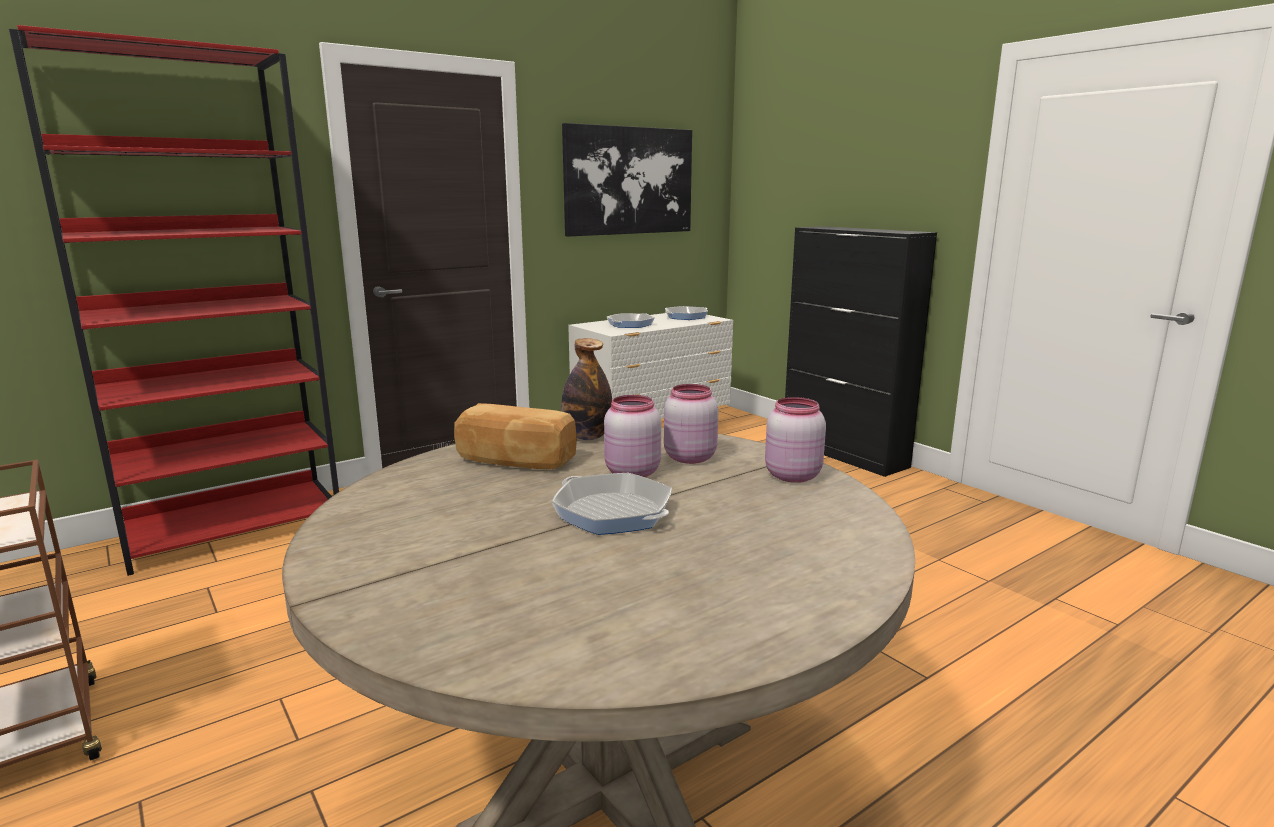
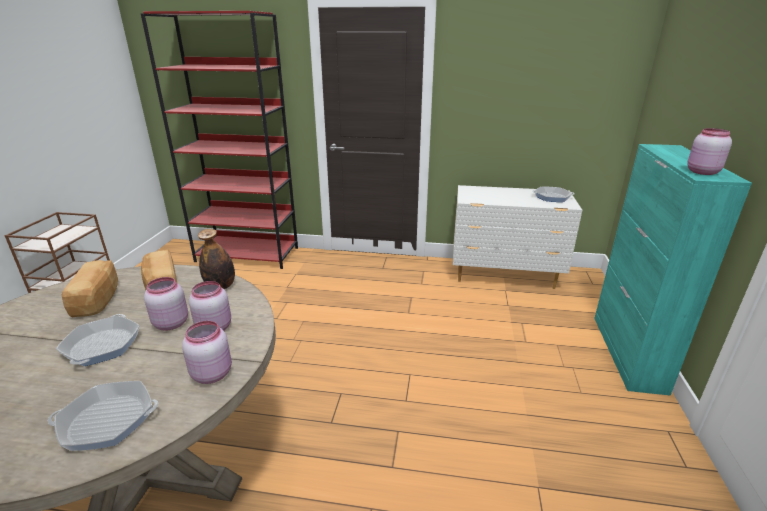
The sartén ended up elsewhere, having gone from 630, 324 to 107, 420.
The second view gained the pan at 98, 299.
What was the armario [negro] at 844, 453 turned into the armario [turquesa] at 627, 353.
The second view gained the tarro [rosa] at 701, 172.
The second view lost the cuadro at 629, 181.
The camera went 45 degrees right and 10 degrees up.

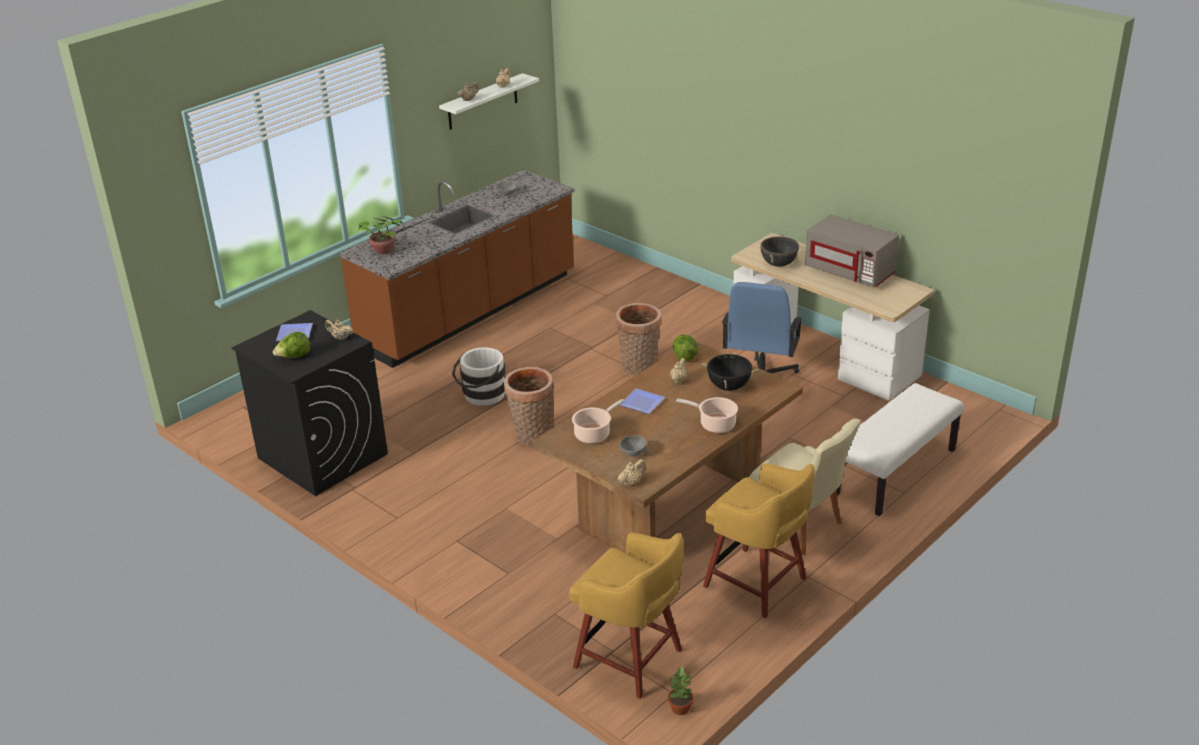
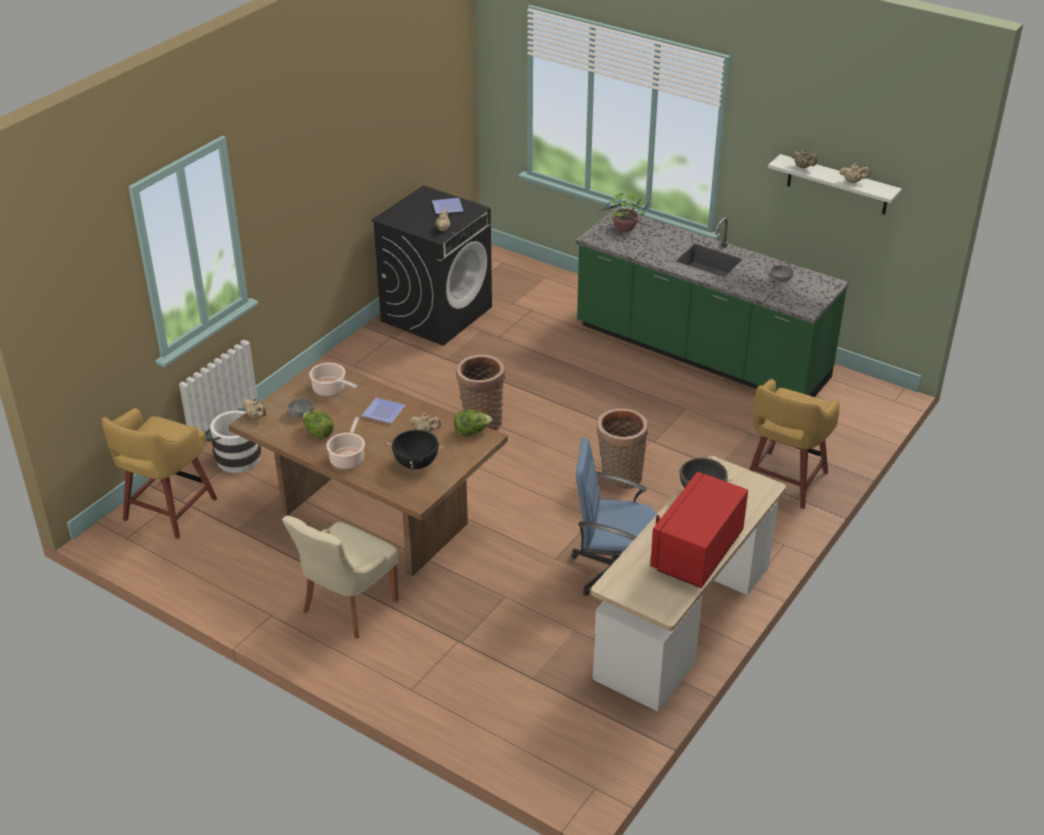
The cubo [blanco] ended up elsewhere, having gone from 481, 396 to 235, 457.
The lechuga ended up elsewhere, having gone from 294, 357 to 318, 433.
What was the mueble bajo de cocina [marrón] at 470, 312 turned into the mueble bajo de cocina [verde] at 700, 354.
What was the microondas [gris] at 850, 272 turned into the microondas [rojo] at 697, 552.
The taburete [amarillo] ended up elsewhere, having gone from 757, 584 to 783, 481.
The second view lost the planta en maceta at 680, 708.
The second view lost the banco [blanco] at 895, 473.
The camera went 80 degrees right and 5 degrees up.

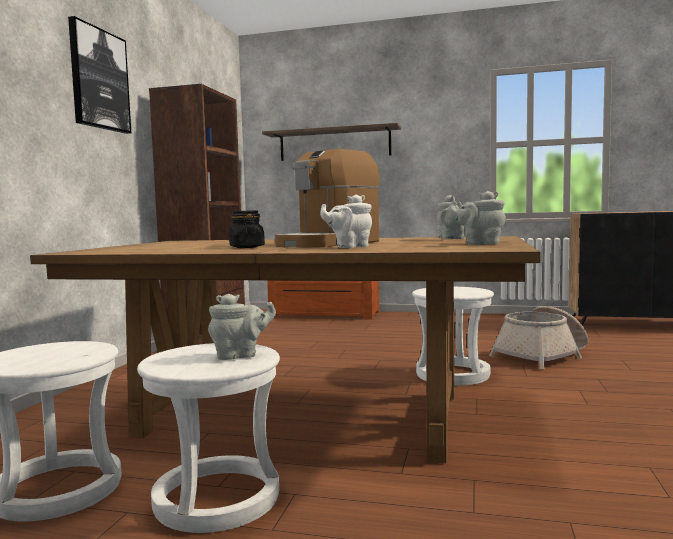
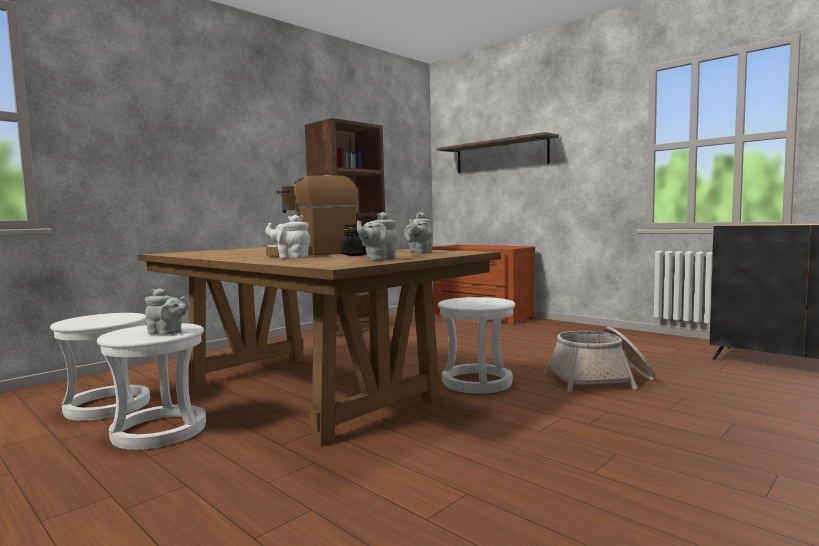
The tarro [negro] ended up elsewhere, having gone from 246, 247 to 356, 255.
The tetera [gris] at 479, 244 ended up facing another way, 90 degrees counterclockwise from before.
The second view lost the cuadro at 99, 79.
The camera went 30 degrees right and 0 degrees up.

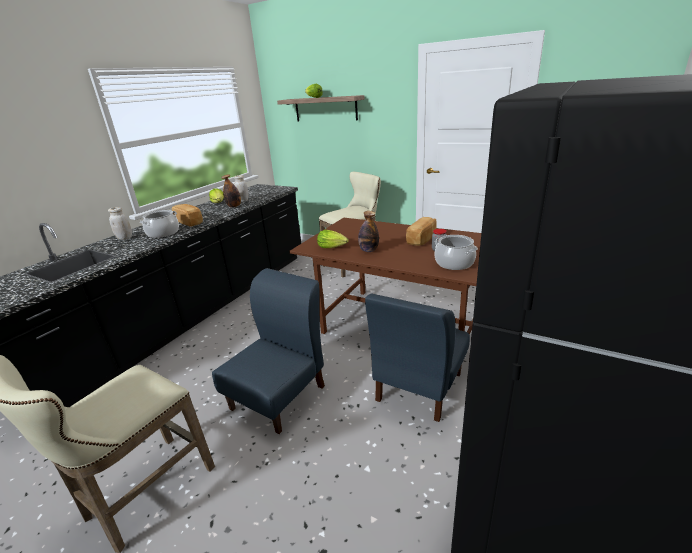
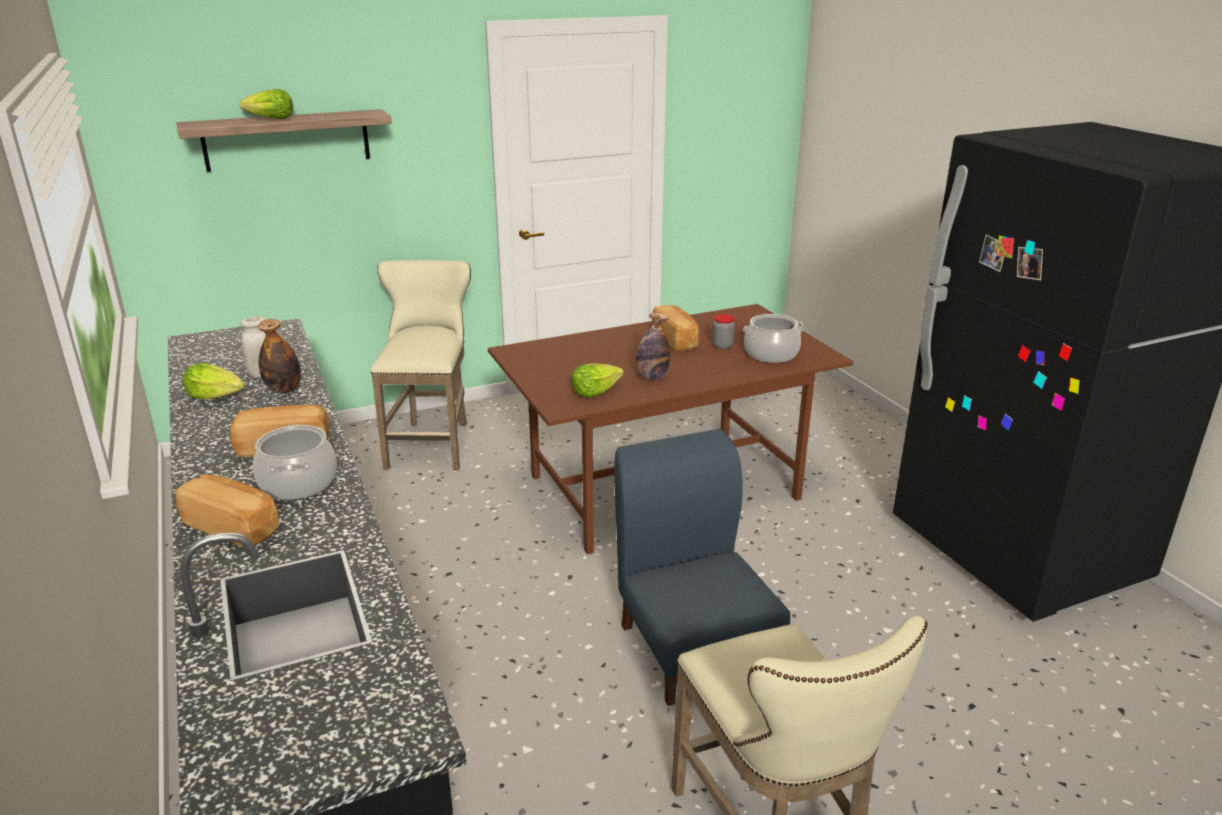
Where the tarro [blanco] stood at 125, 238, the pan came to stand at 233, 527.
The second view lost the silla [azul] at 418, 387.
The camera went 55 degrees left and 0 degrees up.

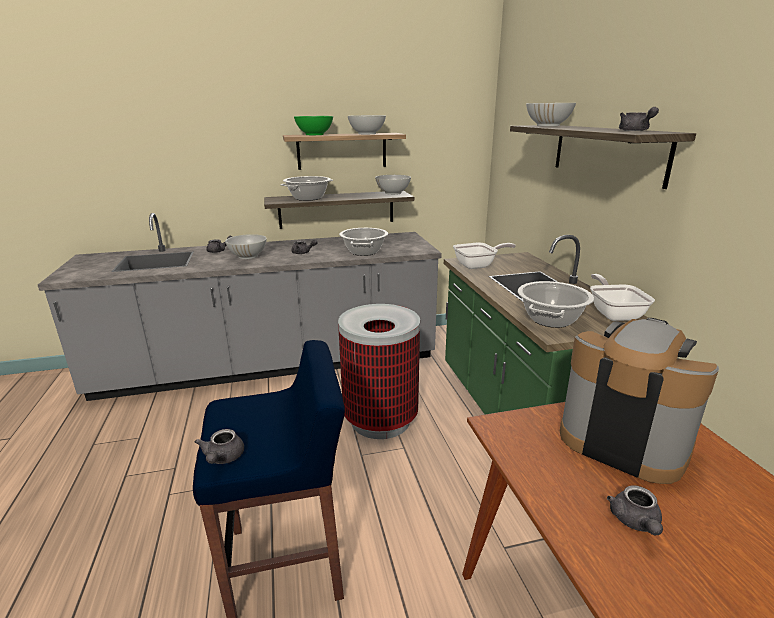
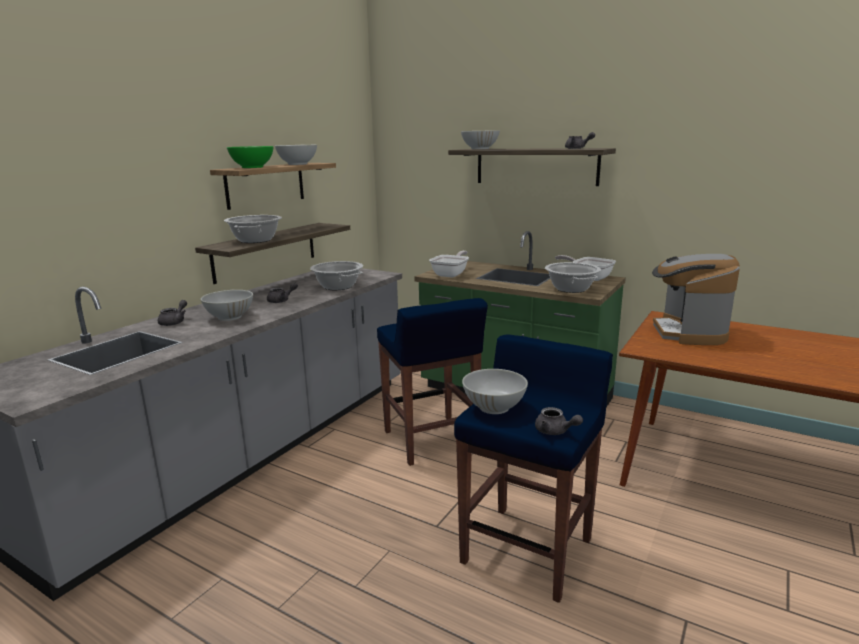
Where the papelera stood at 380, 420, the taburete [azul] came to stand at 431, 441.
The cuenco [blanco] ended up elsewhere, having gone from 393, 193 to 494, 407.
The cafetera at 622, 440 ended up facing another way, 75 degrees counterclockwise from before.
The second view lost the tetera [gris] at 635, 522.
The camera went 45 degrees left and 5 degrees down.

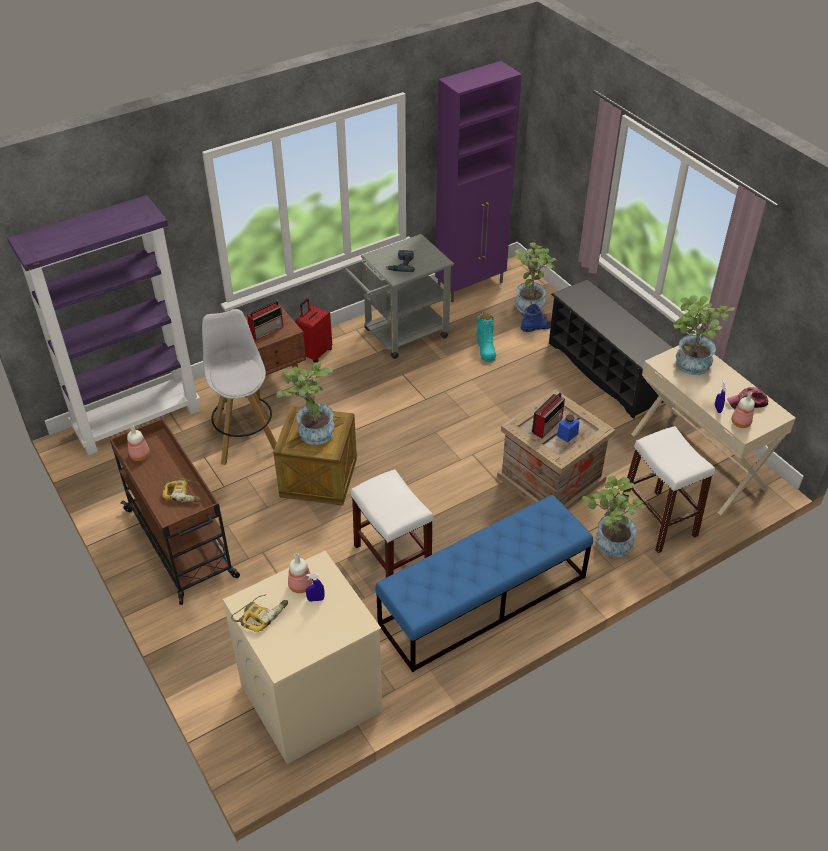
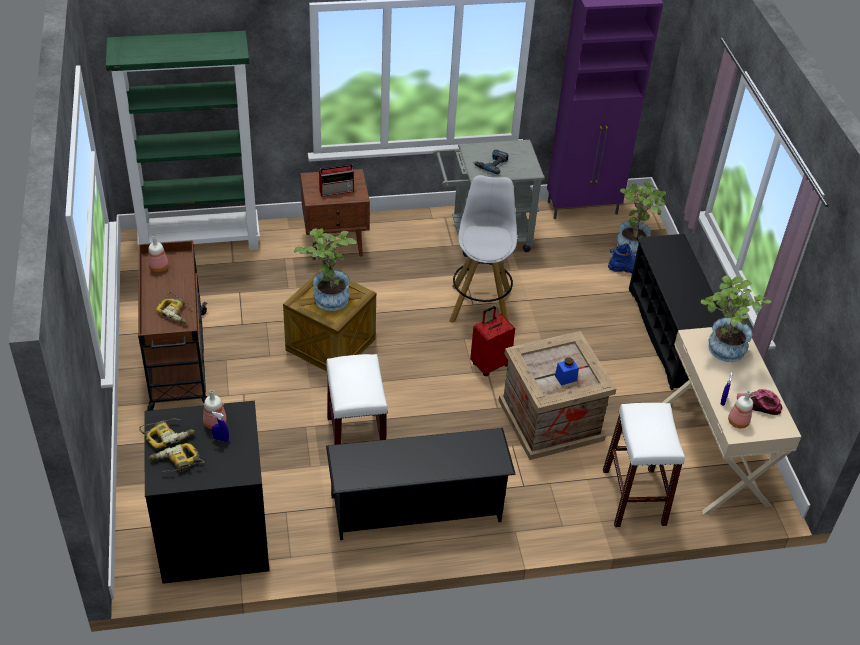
What was the estantería [morado] at 138, 420 turned into the estantería [verde] at 201, 240.
What was the lavadora [beis] at 310, 699 turned into the lavadora [negro] at 213, 536.
The second view gained the taladro at 176, 463.
Where the banco [azul] stood at 483, 600, the zapatero [negro] came to stand at 417, 509.
The taburete [blanco] ended up elsewhere, having gone from 245, 439 to 480, 305.
The maleta [rojo] ended up elsewhere, having gone from 315, 353 to 489, 364.
The second view lost the bota [turquesa] at 485, 348.
The second view lost the radio at 547, 425.
The second view lost the planta en maceta at 608, 544.
The camera went 20 degrees right and 0 degrees up.

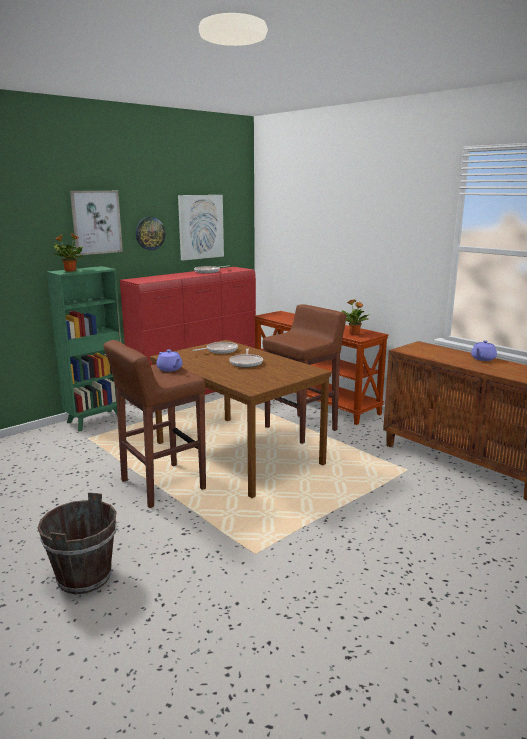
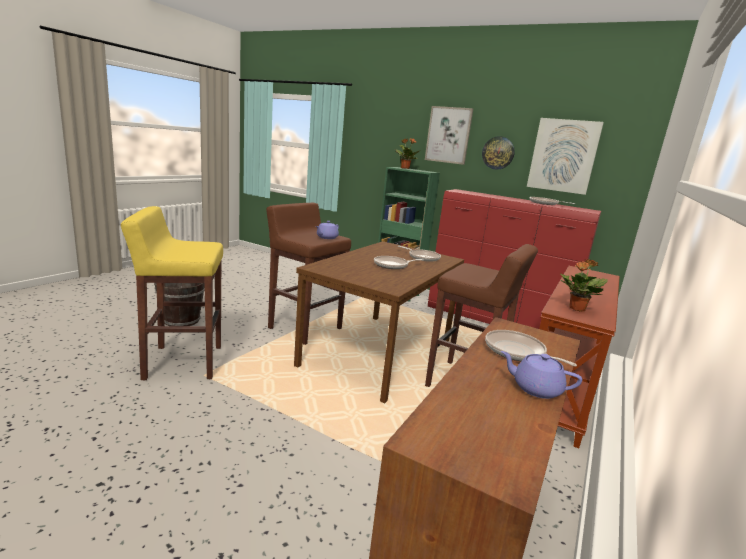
The second view gained the taburete [amarillo] at 182, 362.
The second view gained the sartén at 517, 352.
The camera went 70 degrees right and 0 degrees up.

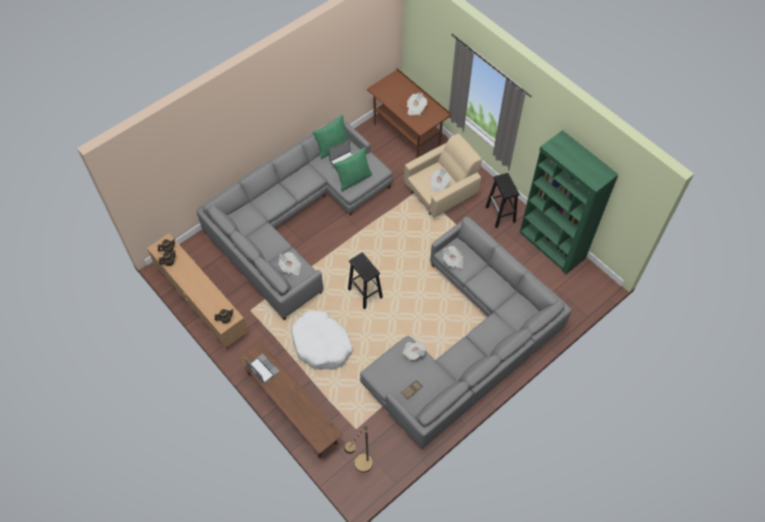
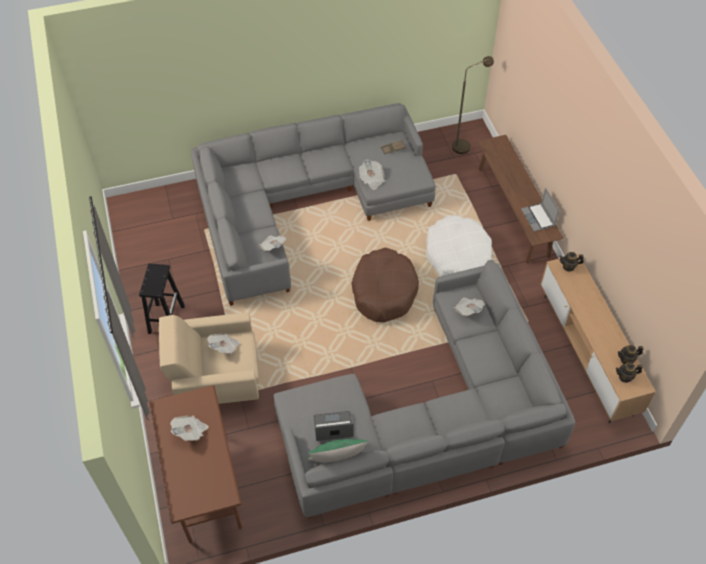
Where the taburete [negro] stood at 364, 293, the cama para perro [marrón] came to stand at 384, 291.
The second view lost the cojín [verde] at 353, 179.
The second view lost the estantería [verde] at 552, 246.
The camera went 155 degrees left and 5 degrees down.

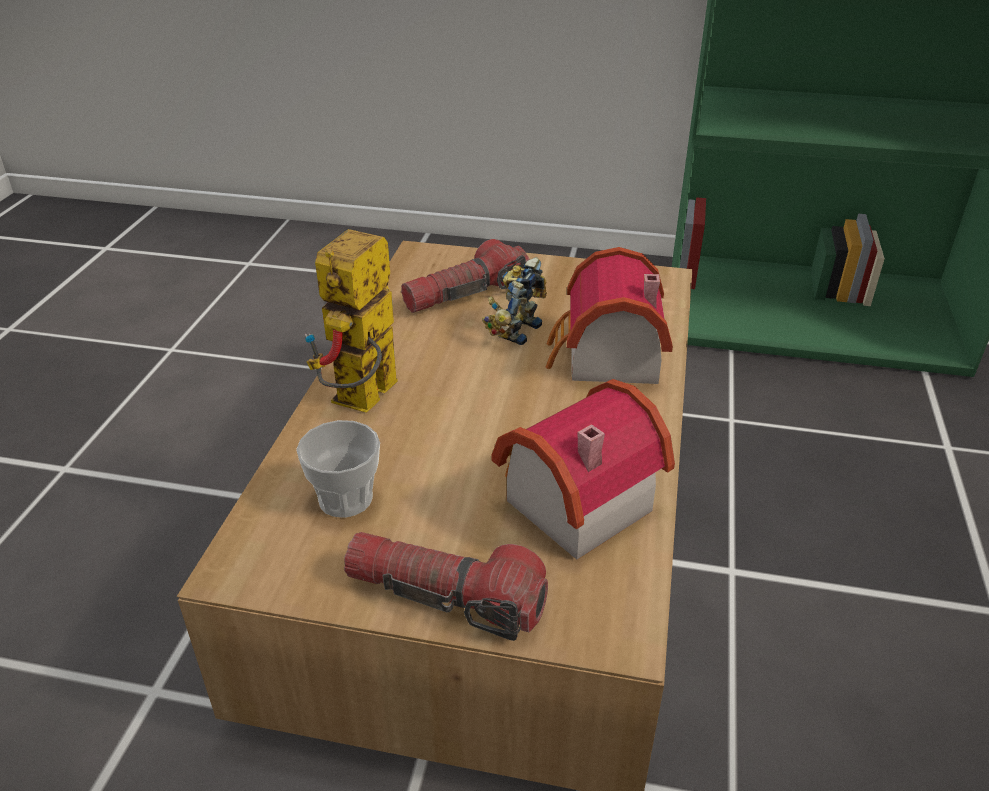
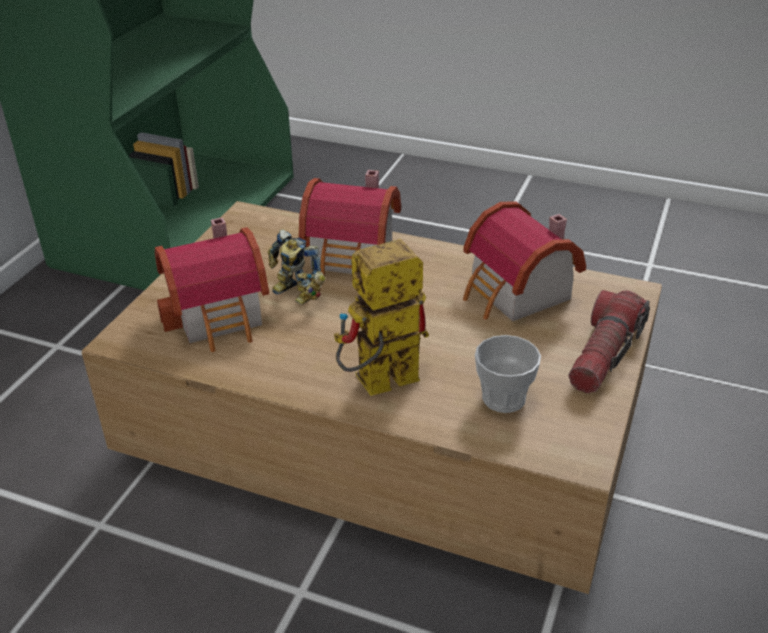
Where the linterna stood at 466, 294, the casita came to stand at 221, 316.
The robot de juguete at 363, 402 ended up facing another way, 120 degrees clockwise from before.
The camera went 80 degrees left and 0 degrees up.

